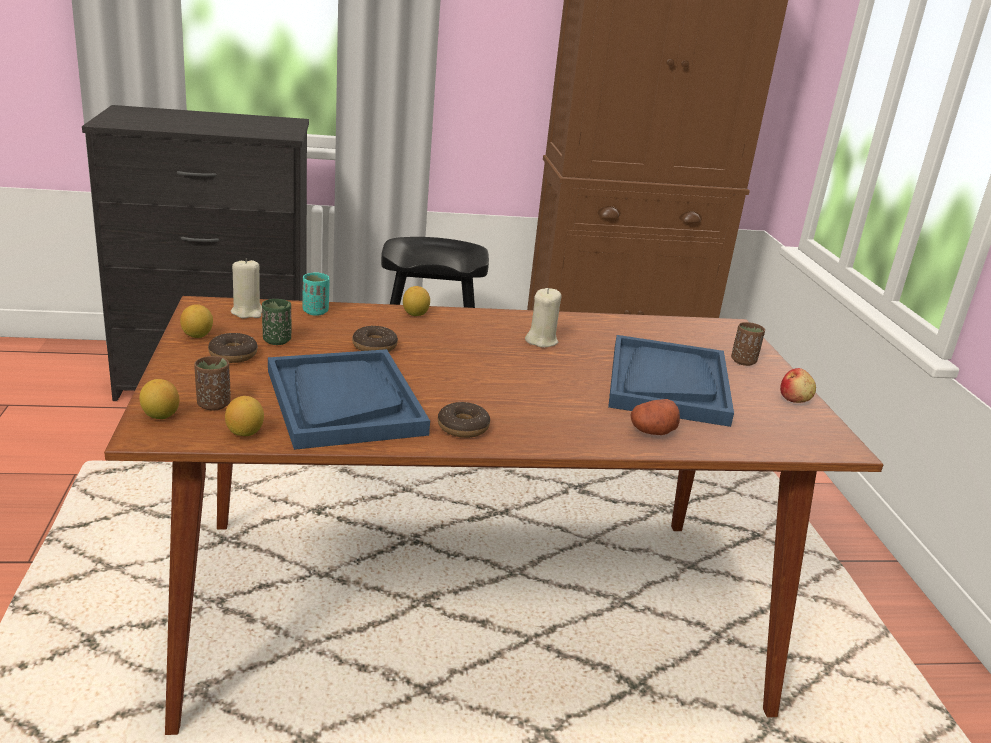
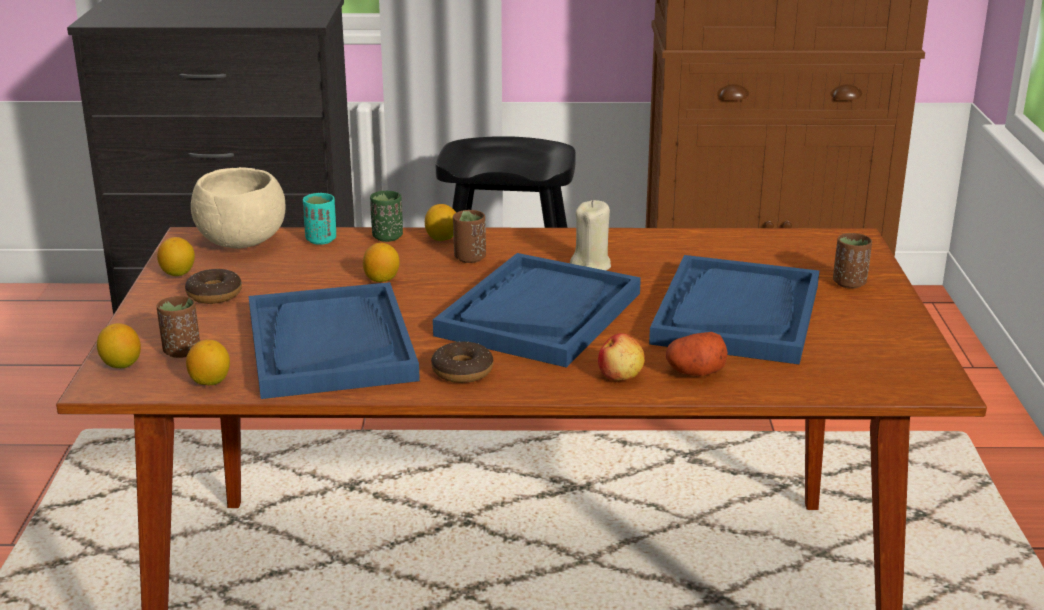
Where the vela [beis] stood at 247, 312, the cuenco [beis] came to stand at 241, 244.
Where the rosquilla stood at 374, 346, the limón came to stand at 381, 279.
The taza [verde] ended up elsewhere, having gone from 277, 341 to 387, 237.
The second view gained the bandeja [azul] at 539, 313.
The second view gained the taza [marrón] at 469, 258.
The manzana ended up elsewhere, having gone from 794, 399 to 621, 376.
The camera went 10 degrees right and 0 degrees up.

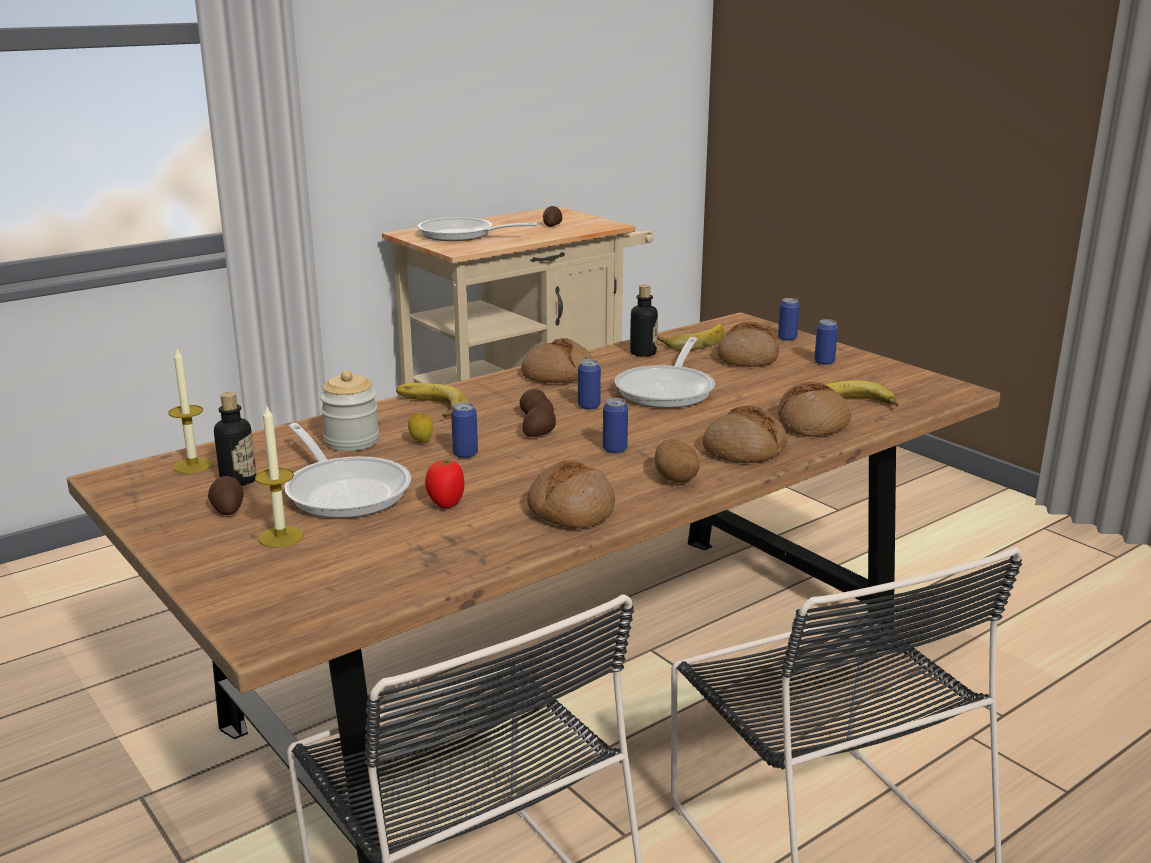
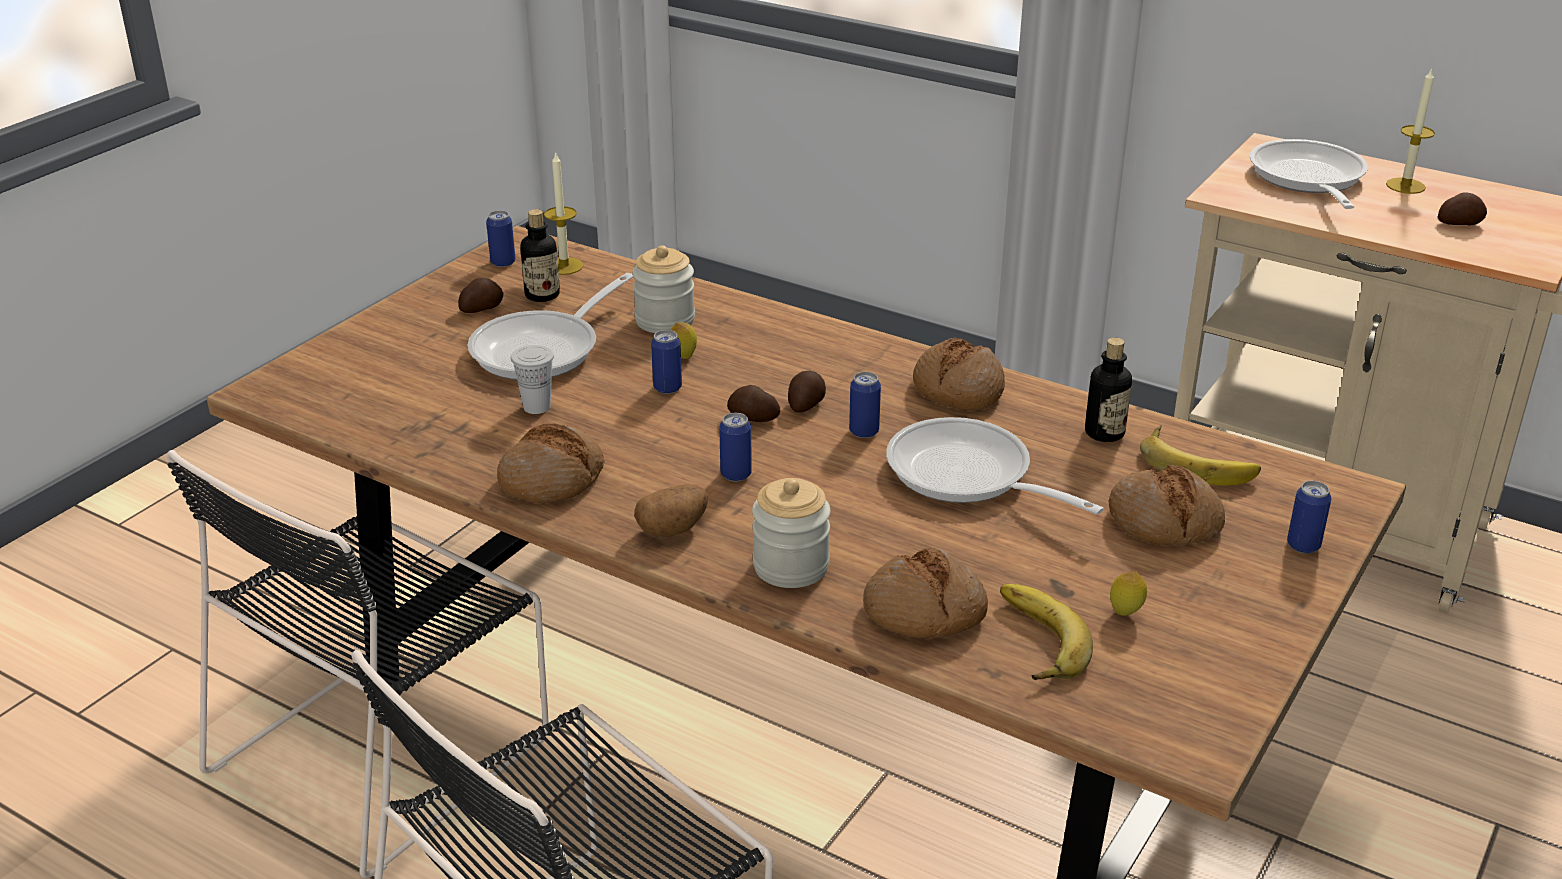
The lata ended up elsewhere, having gone from 824, 362 to 503, 262.
Where the tomate stood at 446, 504, the taza [blanco] came to stand at 537, 407.
Where the pan stood at 744, 450, the tarro came to stand at 791, 566.
The sartén at 668, 390 ended up facing another way, 45 degrees clockwise from before.
The second view gained the limón at 1125, 613.
The vela ended up elsewhere, having gone from 281, 537 to 1405, 186.
The second view lost the plátano at 429, 408.
The camera went 70 degrees right and 10 degrees up.

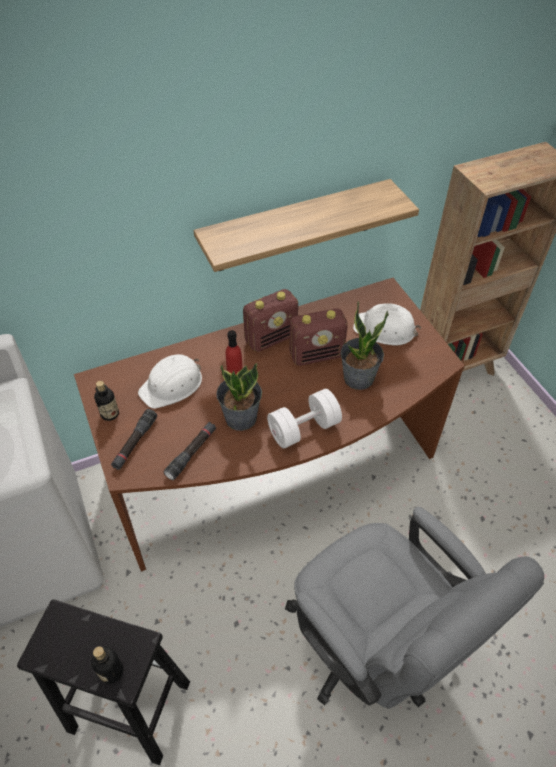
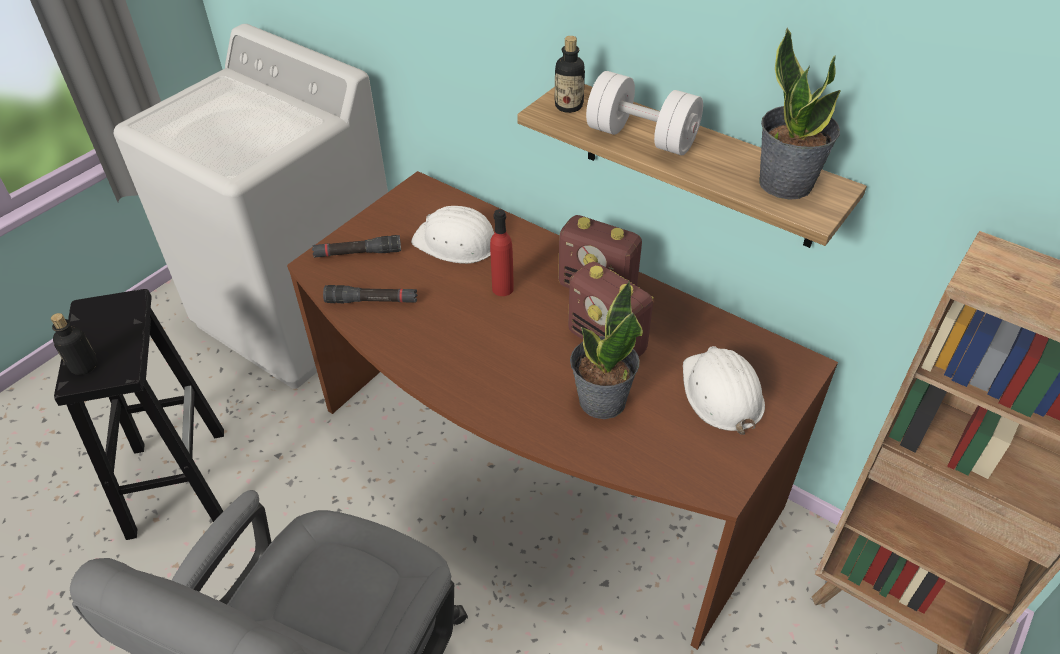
The botella ended up elsewhere, having gone from 110, 414 to 568, 106.
The mancuerna [blanco] ended up elsewhere, having gone from 304, 429 to 641, 137.
The planta en maceta ended up elsewhere, having gone from 240, 417 to 786, 182.
The camera went 60 degrees right and 5 degrees down.

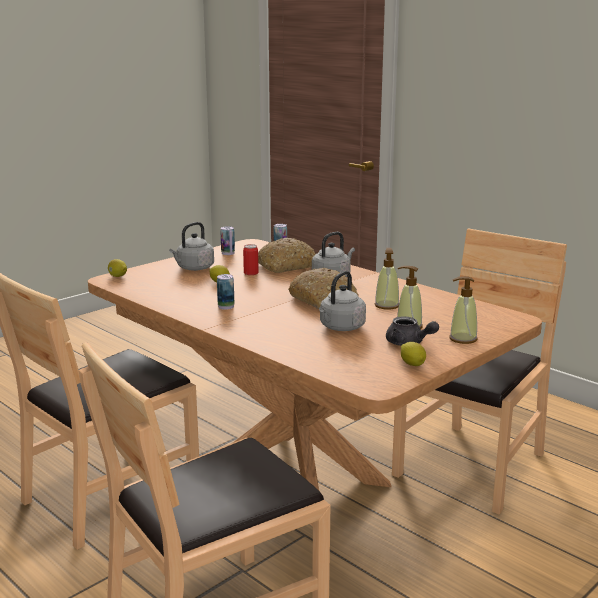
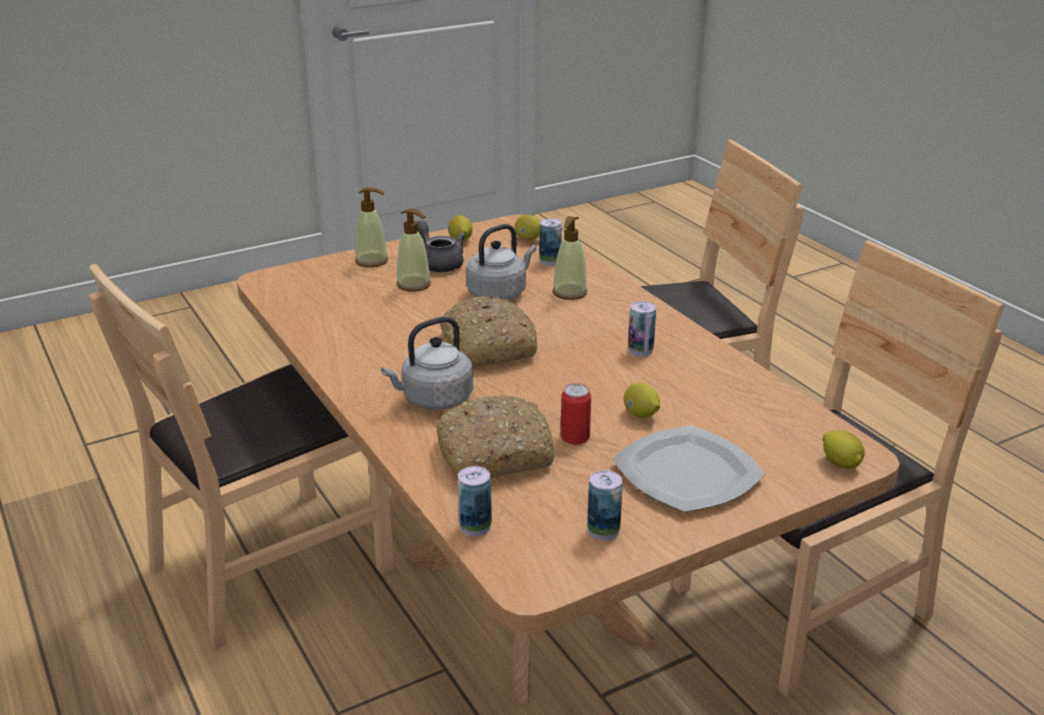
The second view gained the limón at 528, 239.
The second view gained the lata at 550, 261.
The dispensador de jabón ended up elsewhere, having gone from 386, 305 to 569, 293.
Where the hervidor [gris] stood at 194, 268, the plato came to stand at 687, 472.
The camera went 165 degrees left and 10 degrees up.

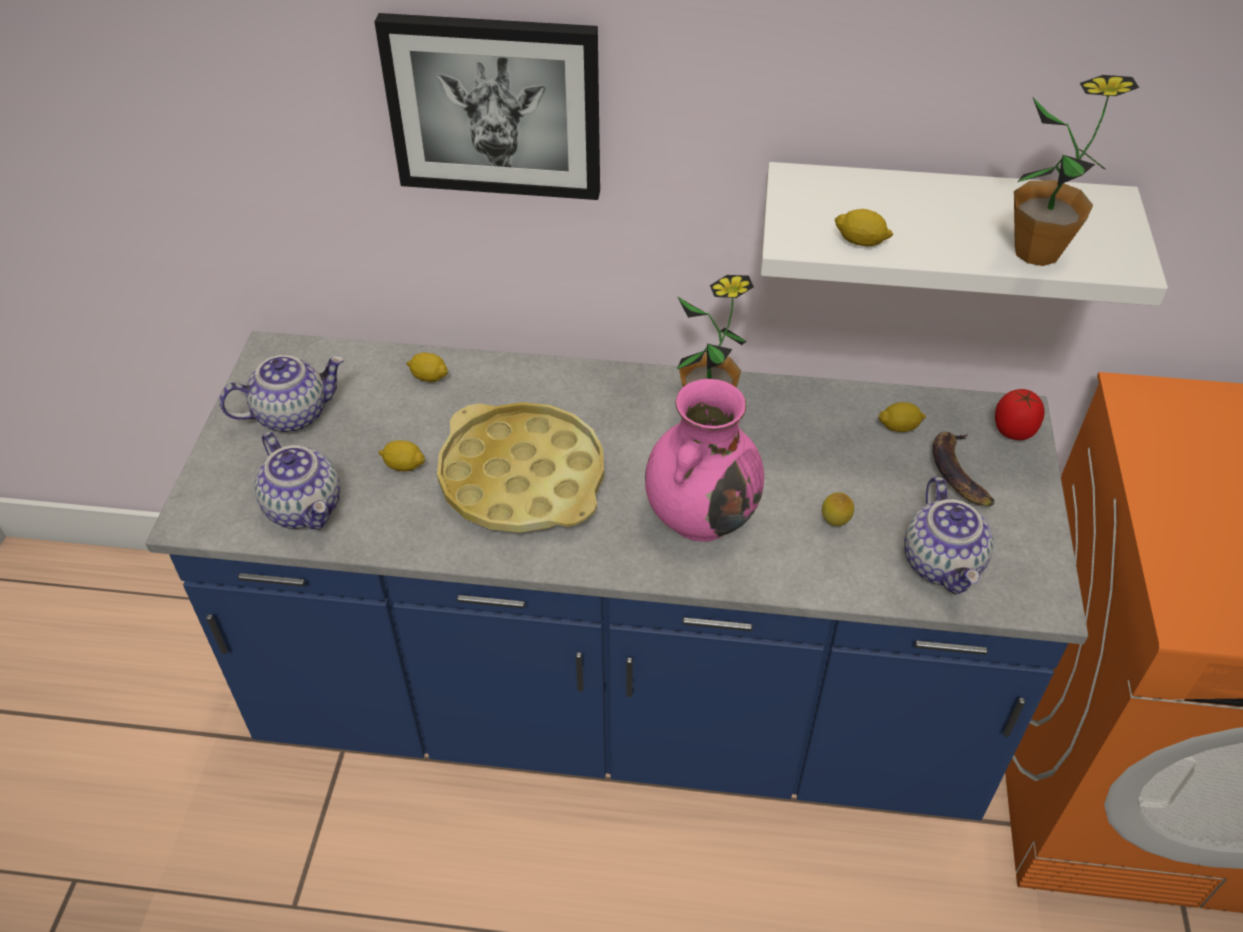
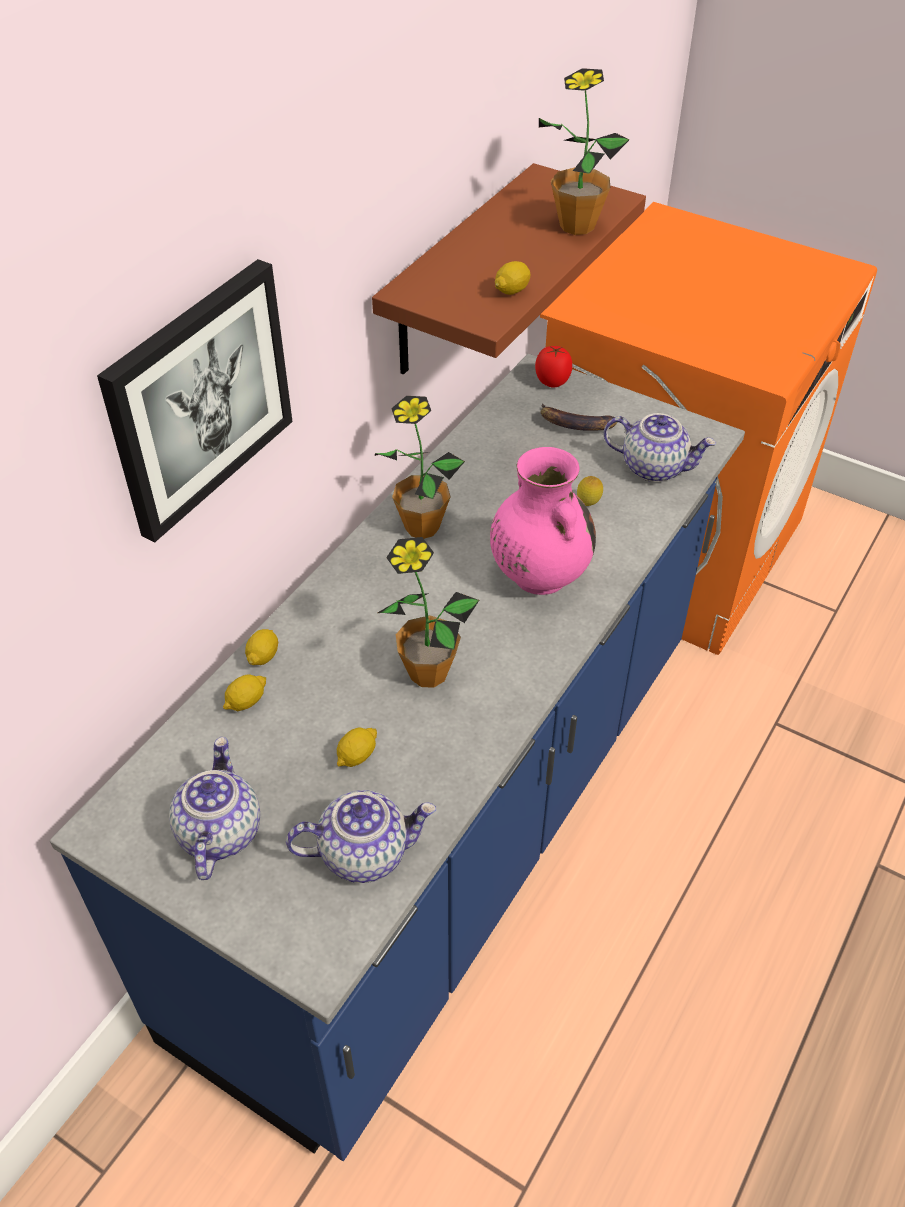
The limón ended up elsewhere, having gone from 899, 427 to 263, 656.
What was the estante [blanco] at 938, 228 turned into the estante [marrón] at 458, 274.
Where the bandeja [amarillo] stood at 522, 478, the planta en maceta came to stand at 428, 673.
The camera went 65 degrees left and 0 degrees up.

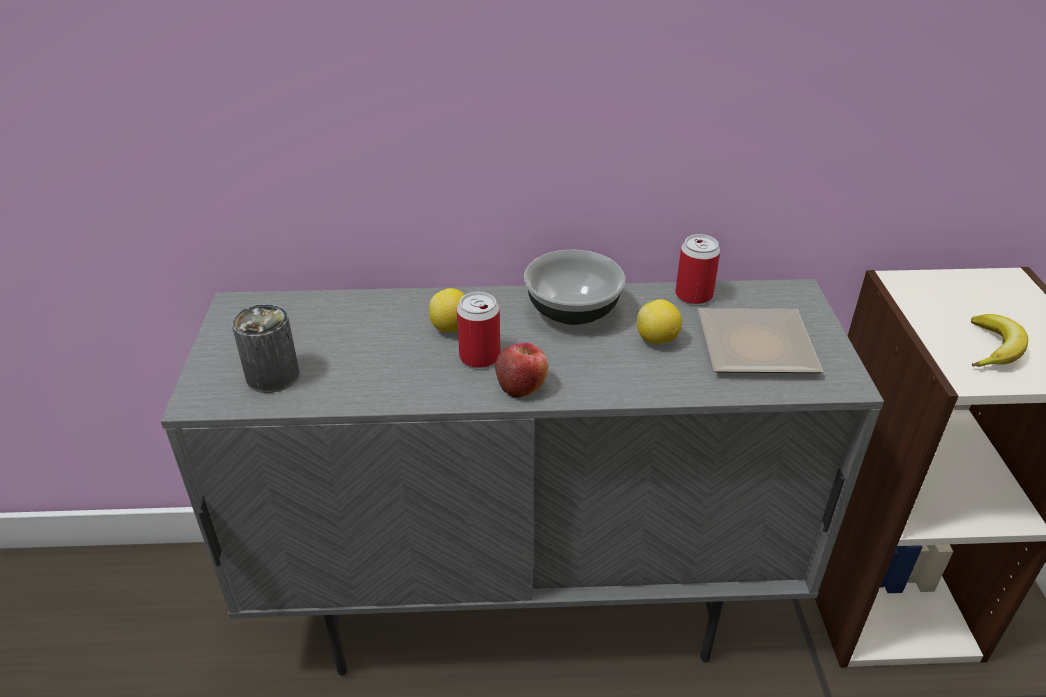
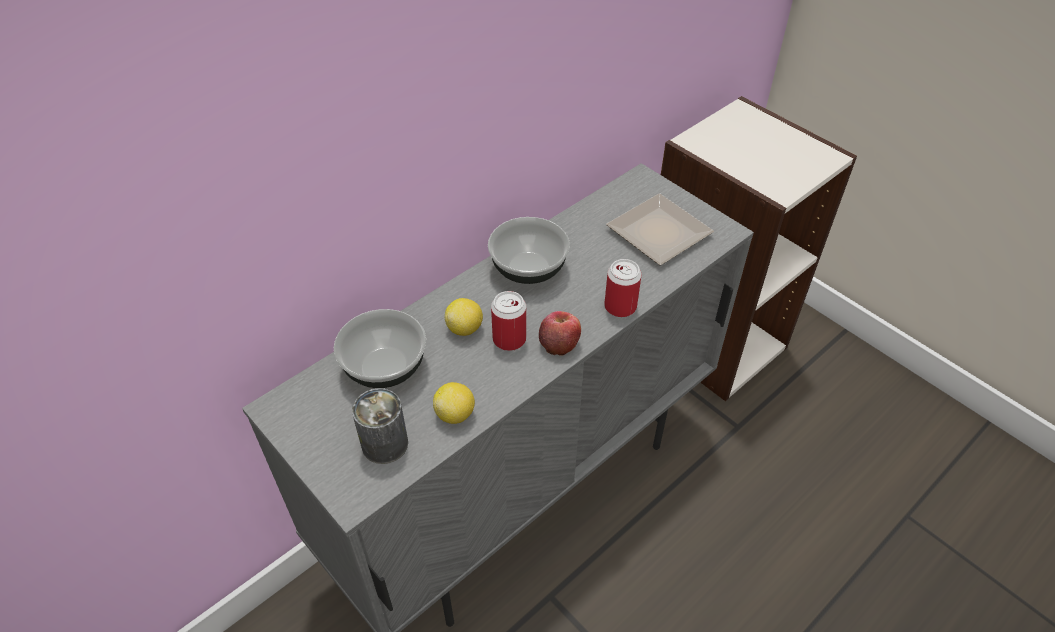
The second view gained the cuenco at 386, 367.
The limón ended up elsewhere, having gone from 657, 340 to 455, 414.
The lata ended up elsewhere, having gone from 693, 295 to 620, 306.
The second view lost the plátano at 993, 348.
The camera went 40 degrees left and 10 degrees up.

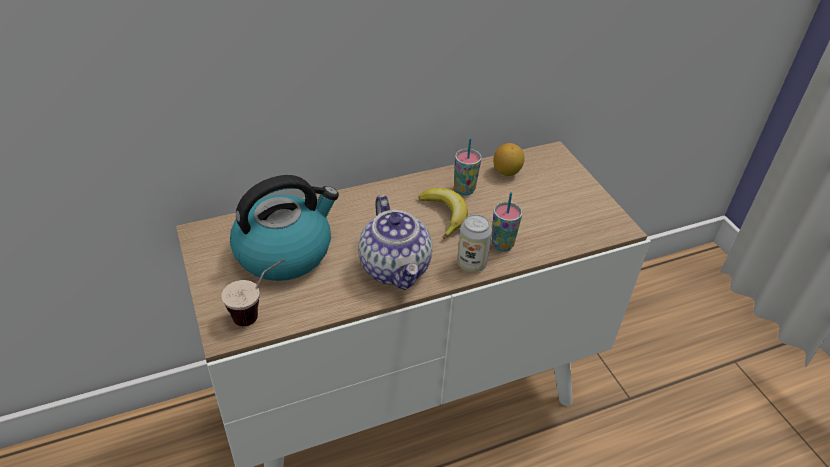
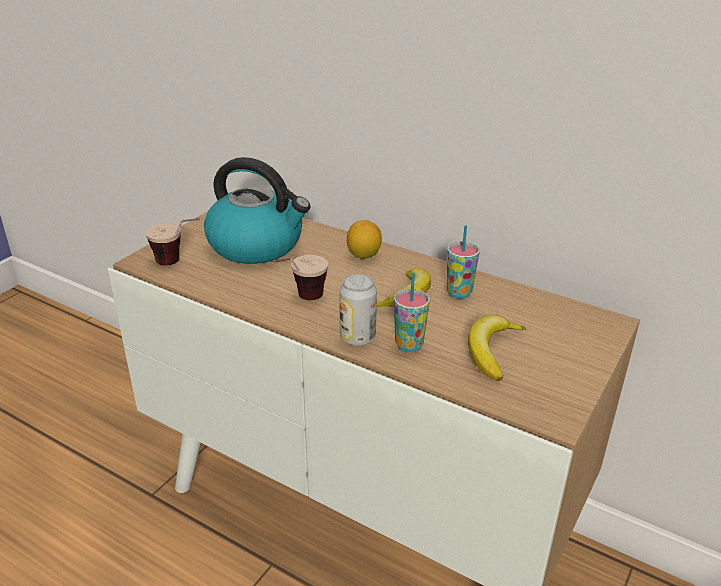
Where the tetera stood at 396, 268, the taza came to stand at 300, 301.
The limón ended up elsewhere, having gone from 507, 172 to 364, 255.
The second view gained the plátano at 491, 351.
The camera went 55 degrees right and 10 degrees down.

